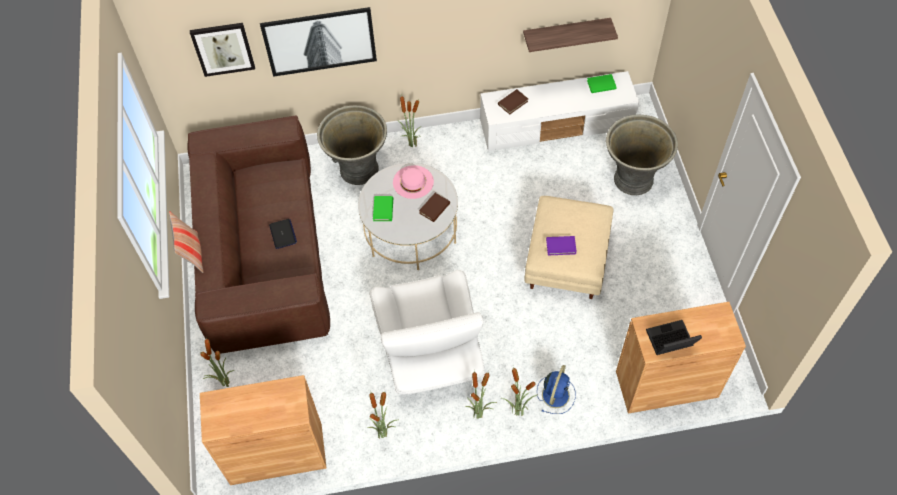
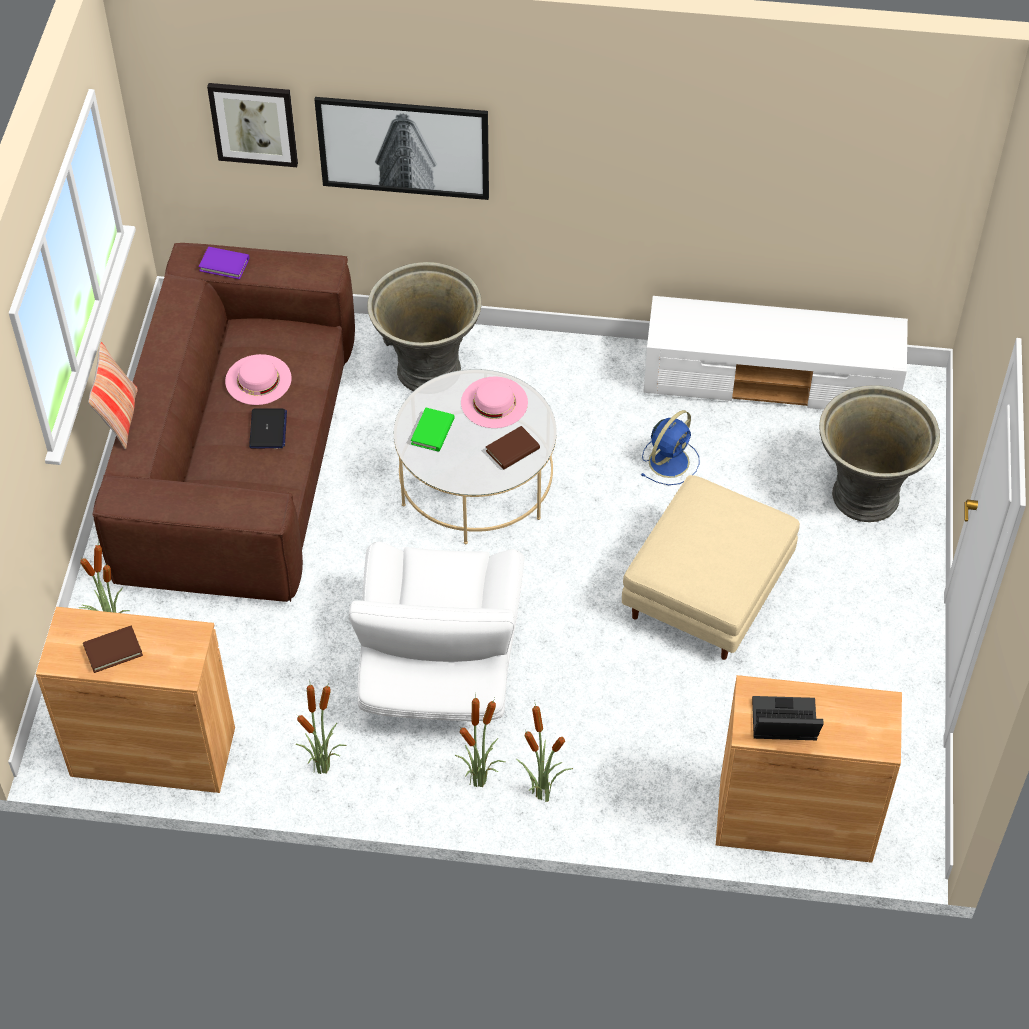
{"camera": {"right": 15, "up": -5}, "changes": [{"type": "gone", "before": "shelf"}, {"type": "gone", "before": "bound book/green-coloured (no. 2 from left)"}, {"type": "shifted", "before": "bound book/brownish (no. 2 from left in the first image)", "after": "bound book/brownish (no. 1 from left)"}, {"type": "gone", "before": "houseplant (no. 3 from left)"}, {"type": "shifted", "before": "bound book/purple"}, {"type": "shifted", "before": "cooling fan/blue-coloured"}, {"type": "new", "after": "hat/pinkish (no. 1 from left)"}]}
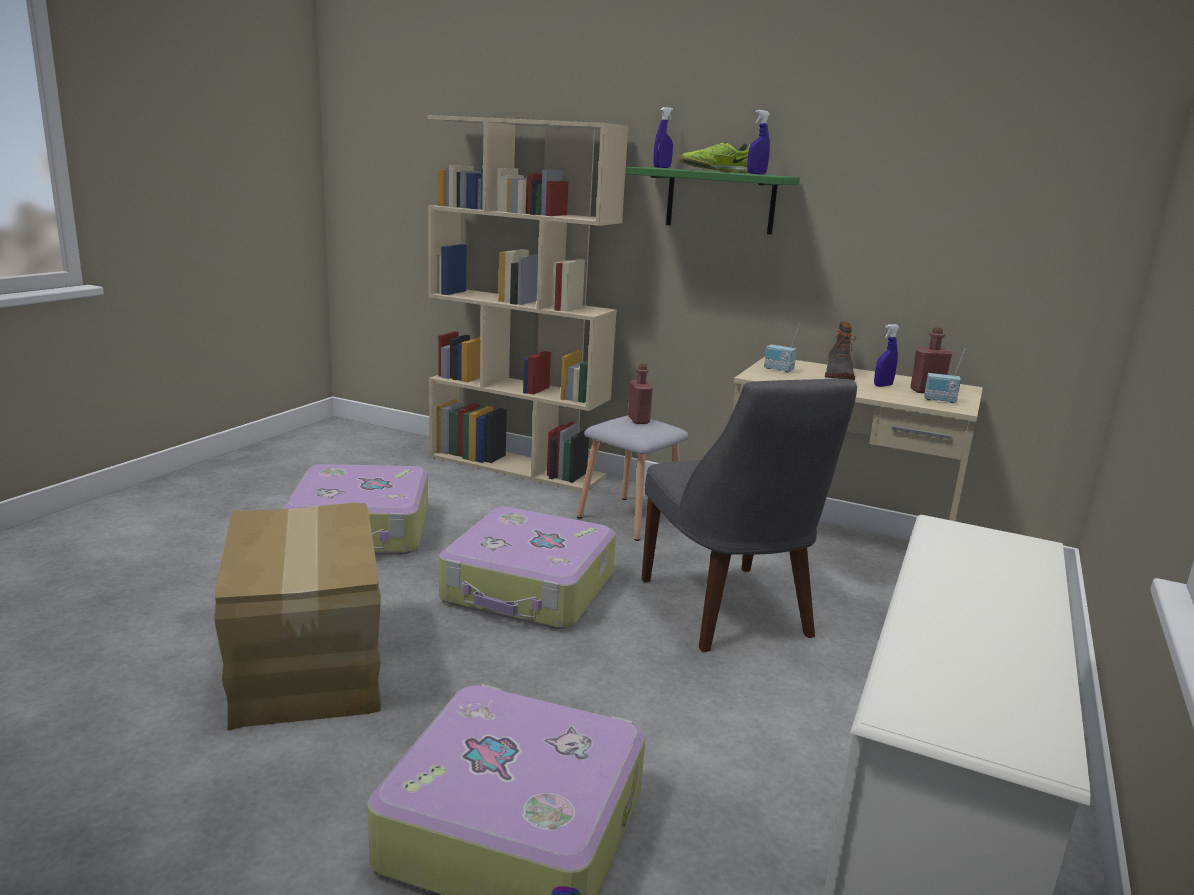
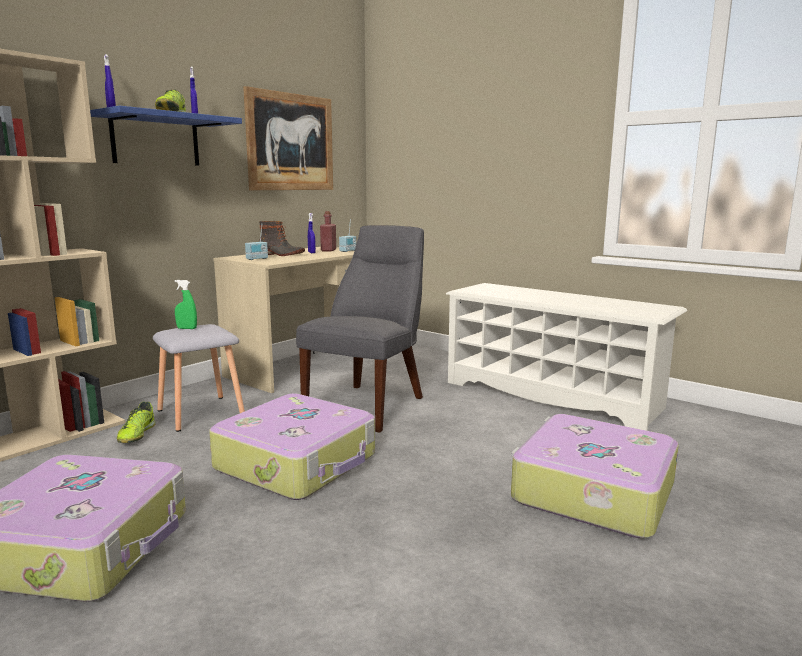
{"camera": {"right": -75, "up": -5}, "changes": [{"type": "repainted", "before": "shelf/green-coloured", "after": "shelf/blue-coloured"}, {"type": "swapped", "before": "drink bottle/red (no. 1 from left)", "after": "sprayer/green-coloured"}, {"type": "rotated", "before": "chair/grey", "turn": -60}, {"type": "gone", "before": "carton"}, {"type": "new", "after": "picture"}, {"type": "new", "after": "low shoe (no. 1 from left)"}]}
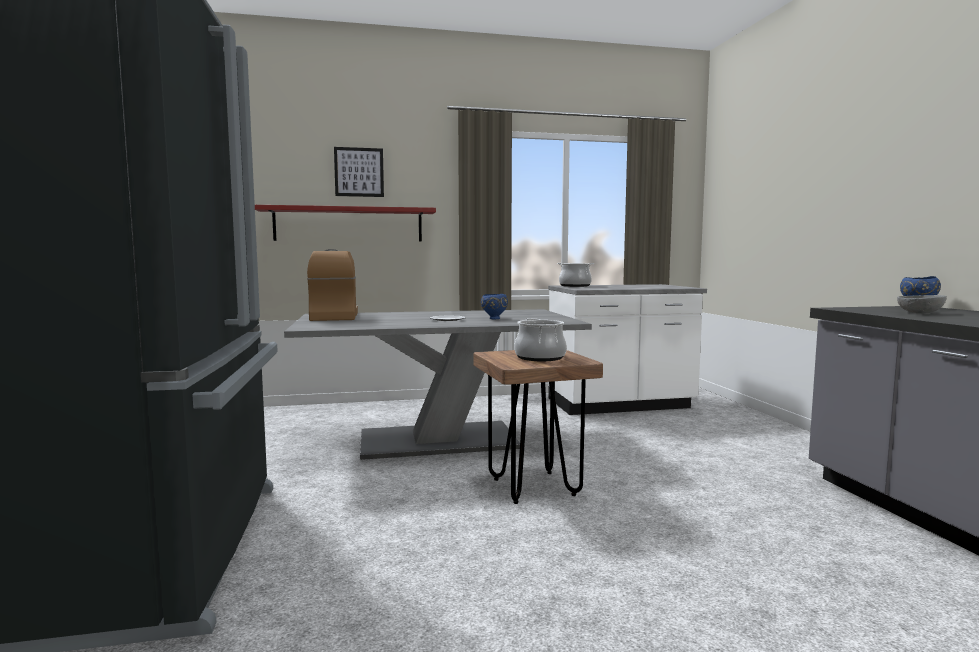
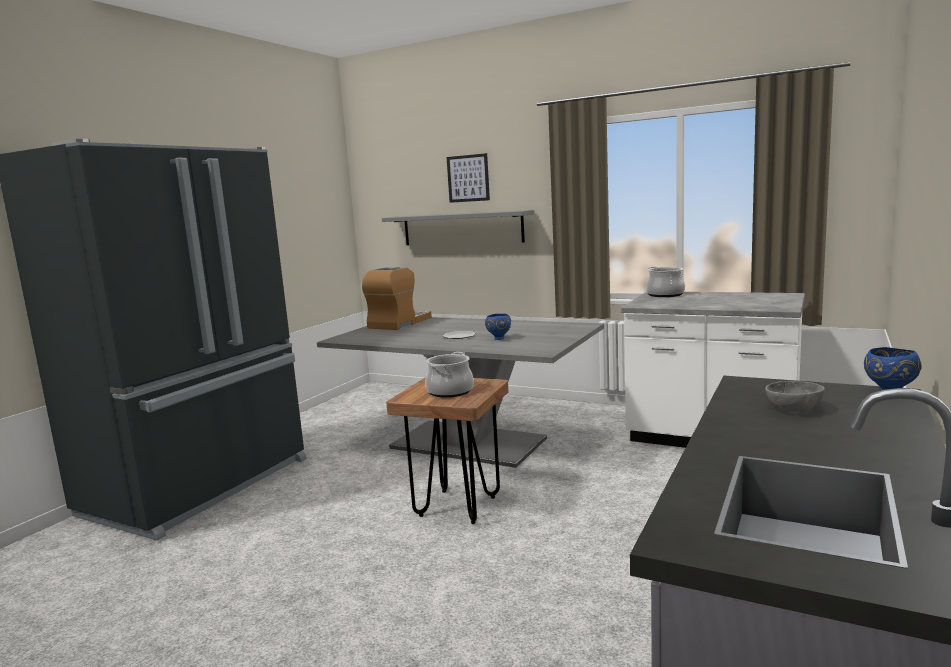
{"camera": {"right": 40, "up": 5}, "changes": [{"type": "repainted", "before": "shelf/red", "after": "shelf/grey"}]}
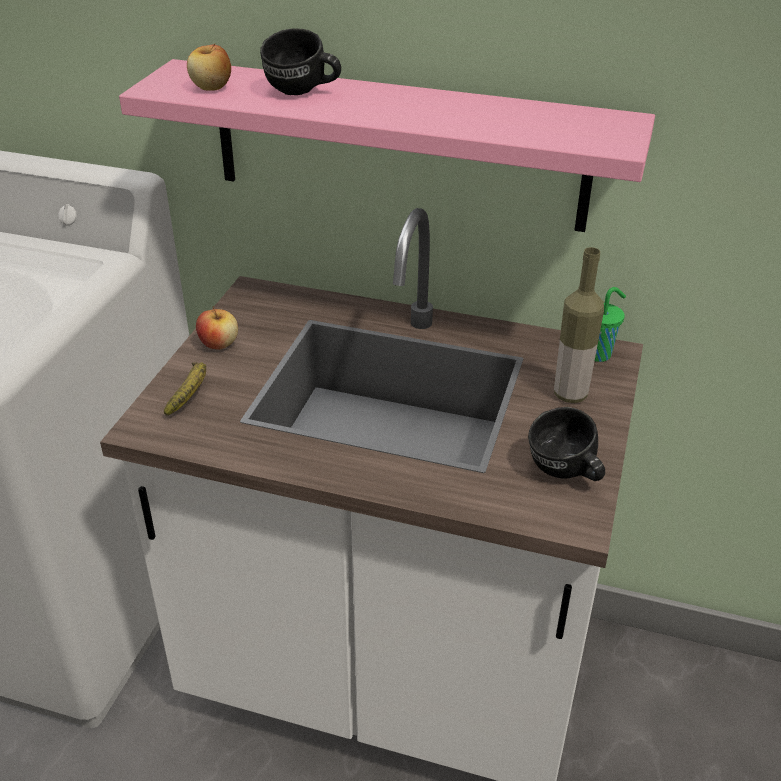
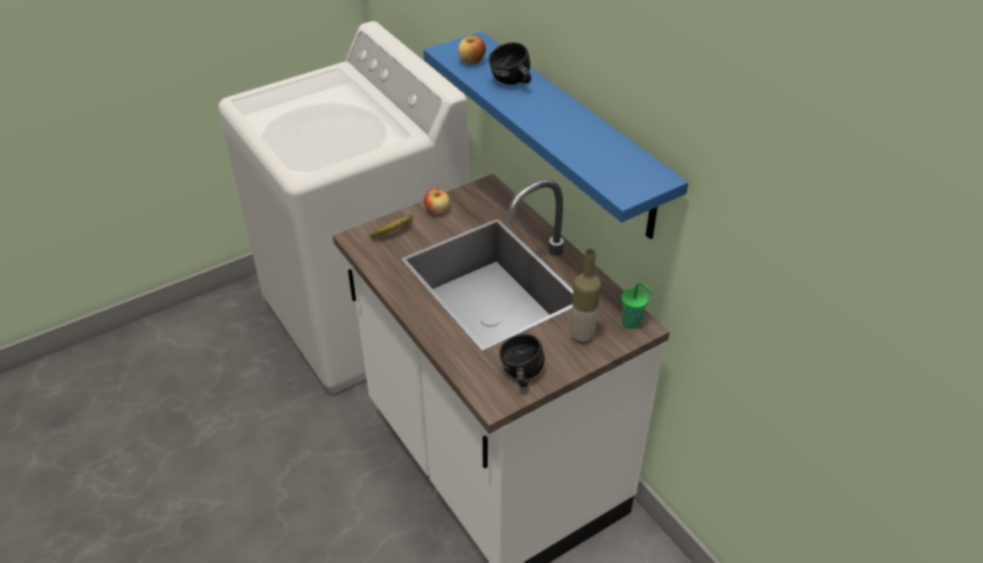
{"camera": {"right": 40, "up": 5}, "changes": [{"type": "repainted", "before": "shelf/pinkish", "after": "shelf/blue-coloured"}]}
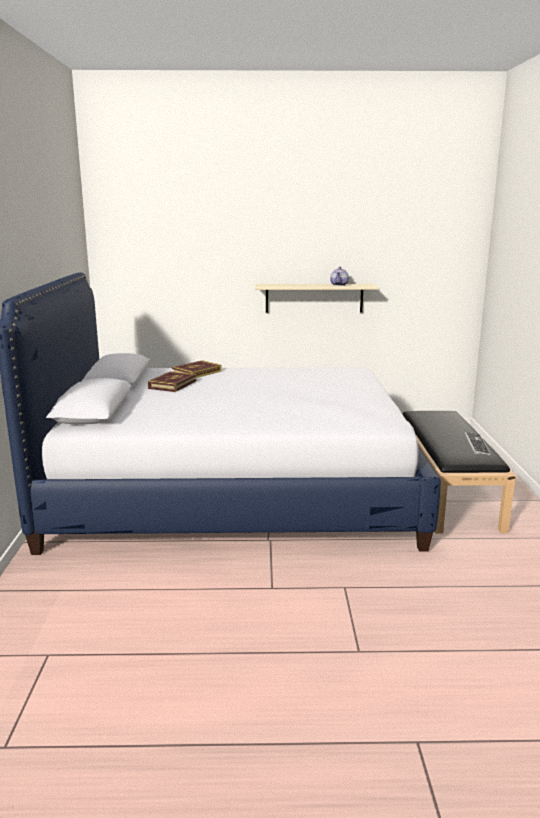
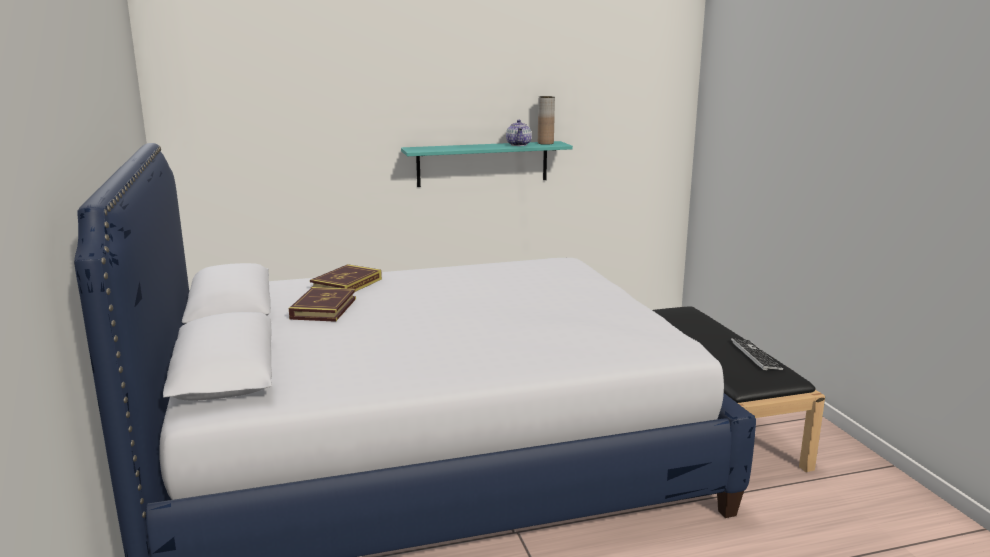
{"camera": {"right": -15, "up": 0}, "changes": [{"type": "repainted", "before": "shelf/beige-coloured", "after": "shelf/turquoise"}, {"type": "new", "after": "flower vase/brownish"}]}
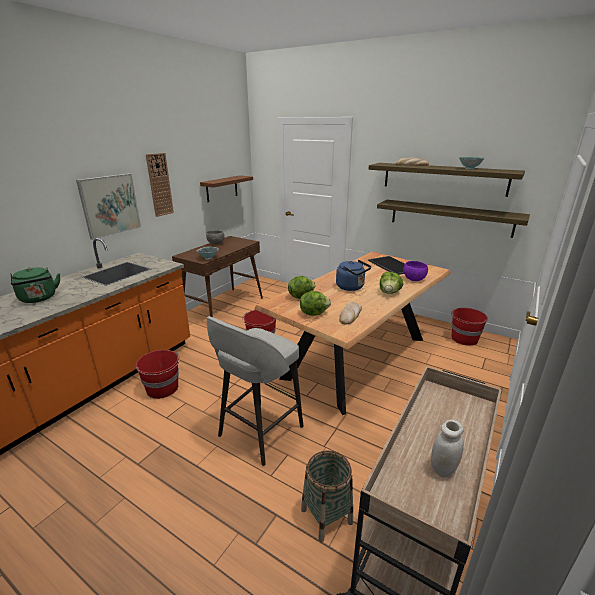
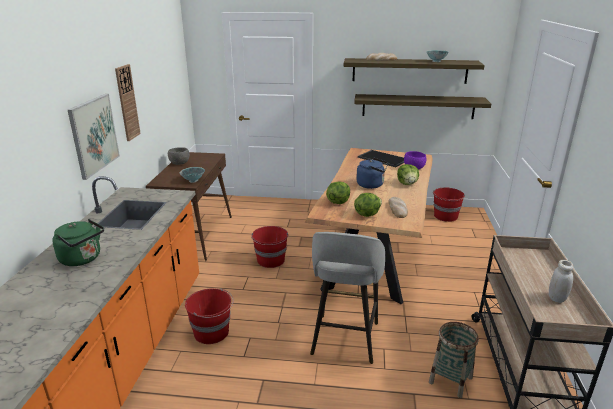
{"camera": {"right": -25, "up": 0}, "changes": [{"type": "gone", "before": "shelf (no. 1 from left)"}]}
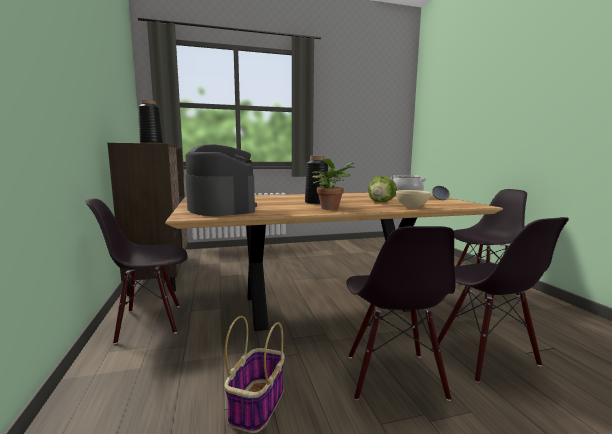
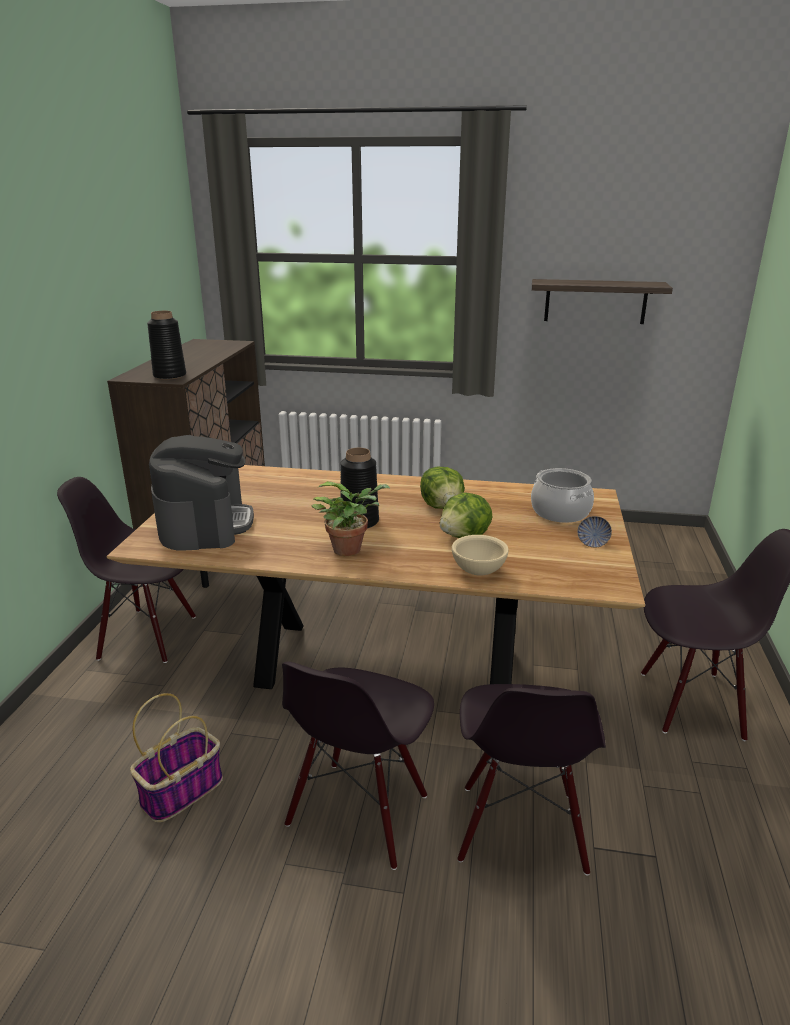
{"camera": {"right": 25, "up": 15}, "changes": [{"type": "new", "after": "shelf"}, {"type": "new", "after": "lettuce head (no. 1 from left)"}]}
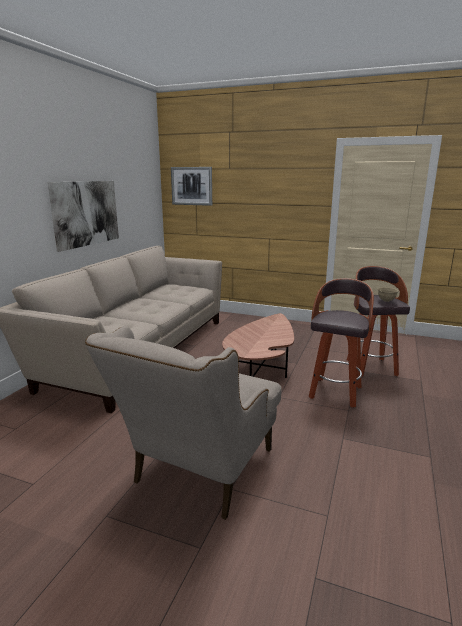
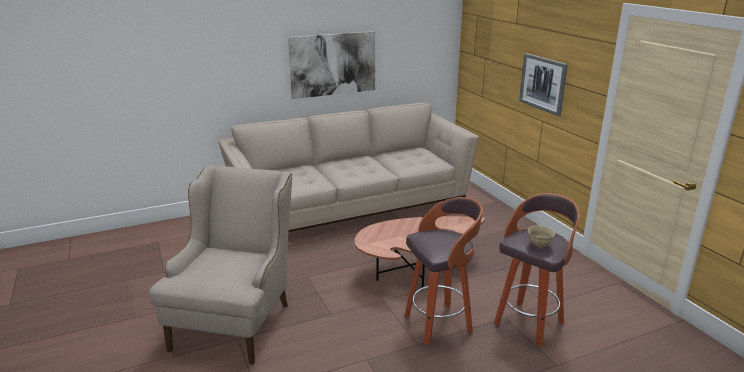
{"camera": {"right": 45, "up": 5}, "changes": [{"type": "shifted", "before": "picture (no. 2 from left)"}, {"type": "rotated", "before": "easy chair/beige-coloured", "turn": 120}]}
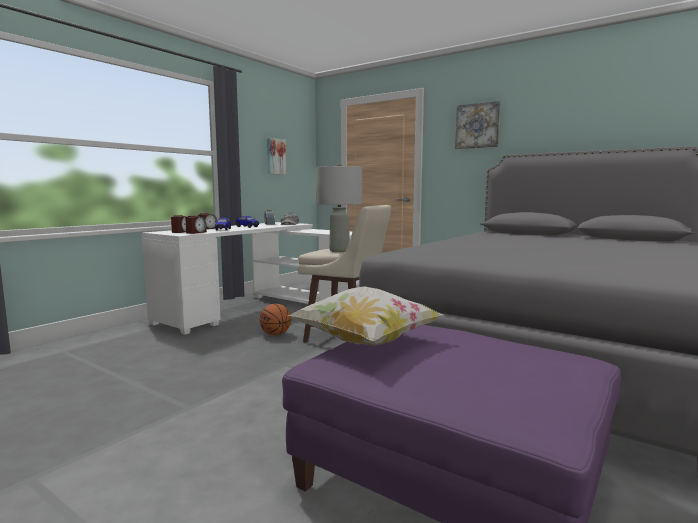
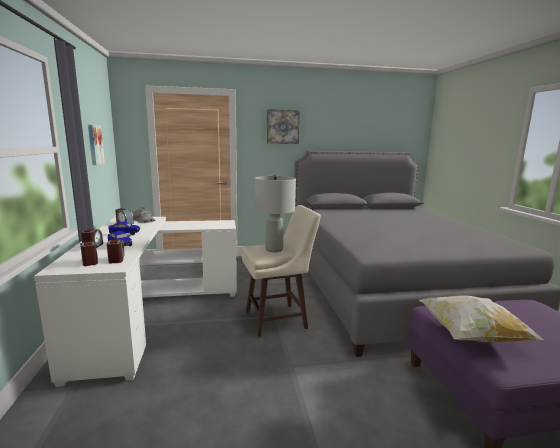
{"camera": {"right": -45, "up": 5}, "changes": [{"type": "gone", "before": "basketball"}]}
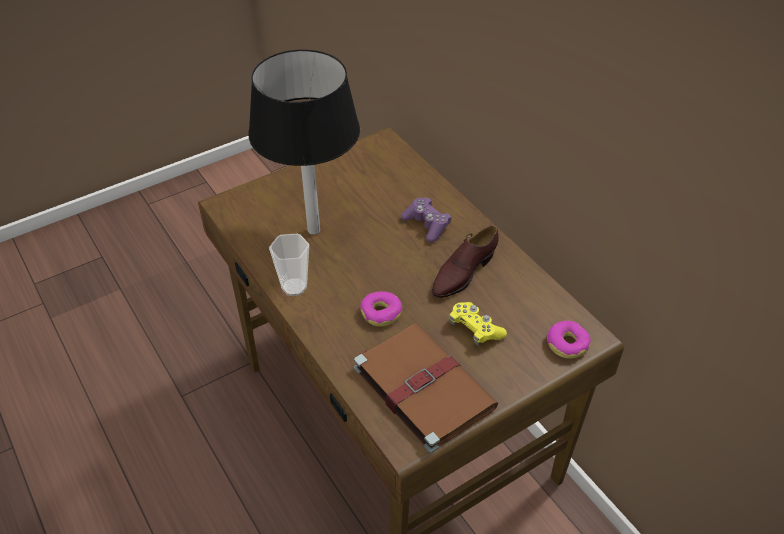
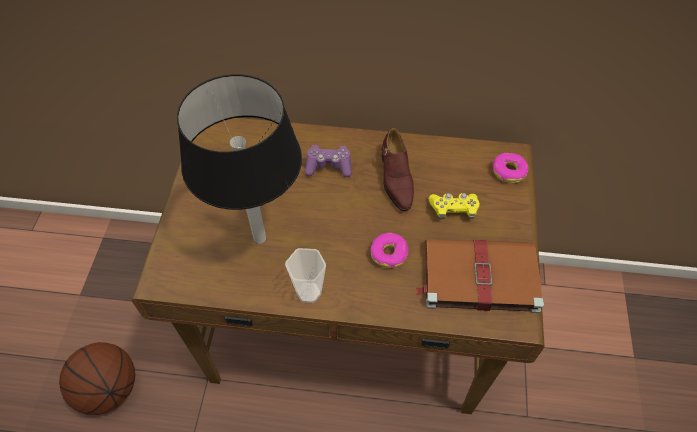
{"camera": {"right": -50, "up": 10}, "changes": [{"type": "new", "after": "basketball"}]}
